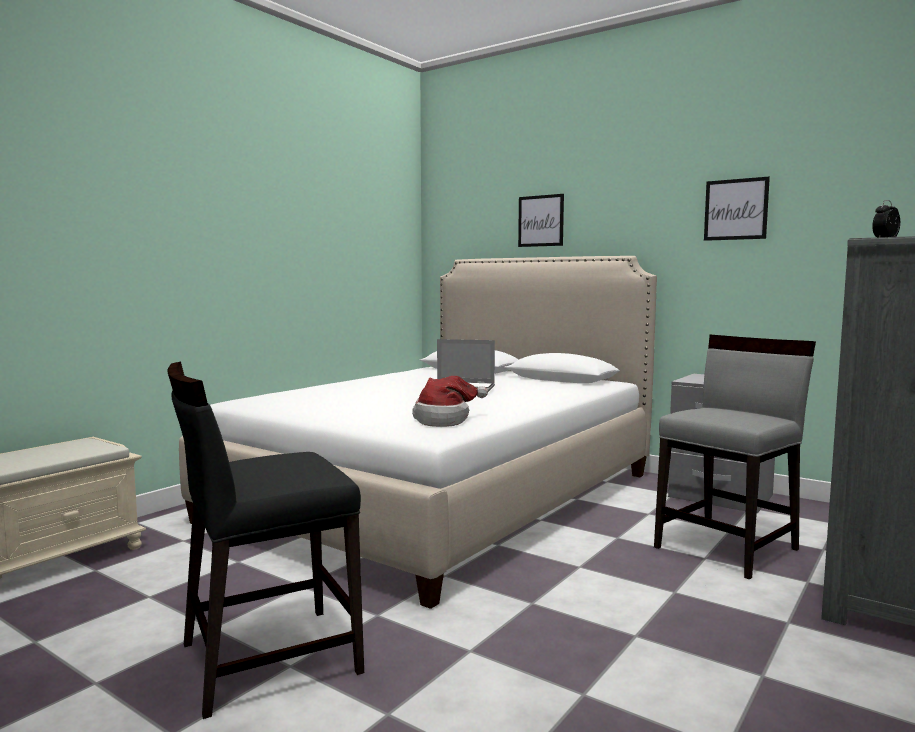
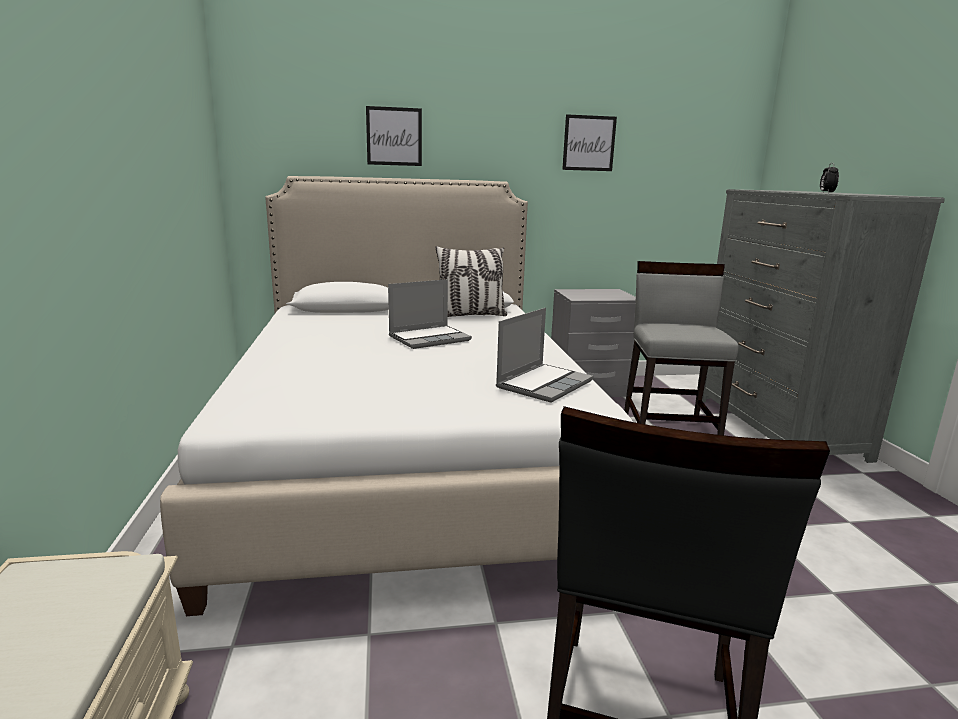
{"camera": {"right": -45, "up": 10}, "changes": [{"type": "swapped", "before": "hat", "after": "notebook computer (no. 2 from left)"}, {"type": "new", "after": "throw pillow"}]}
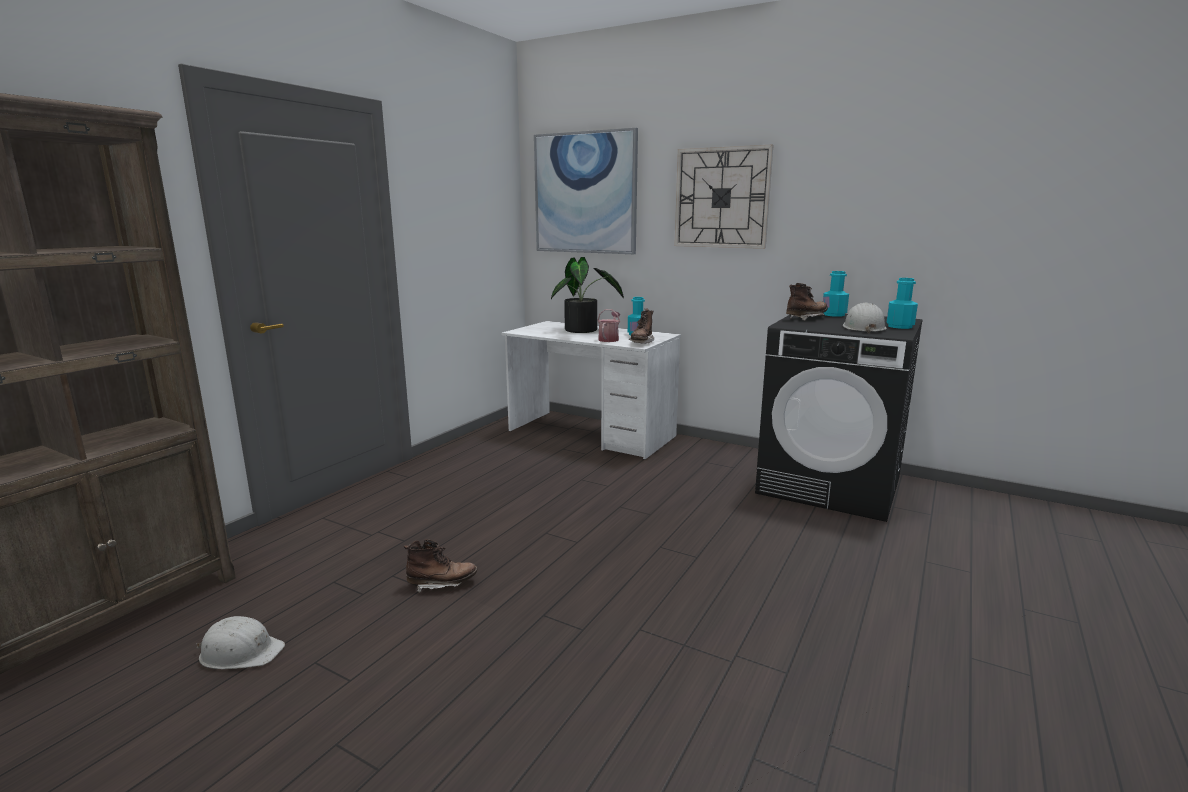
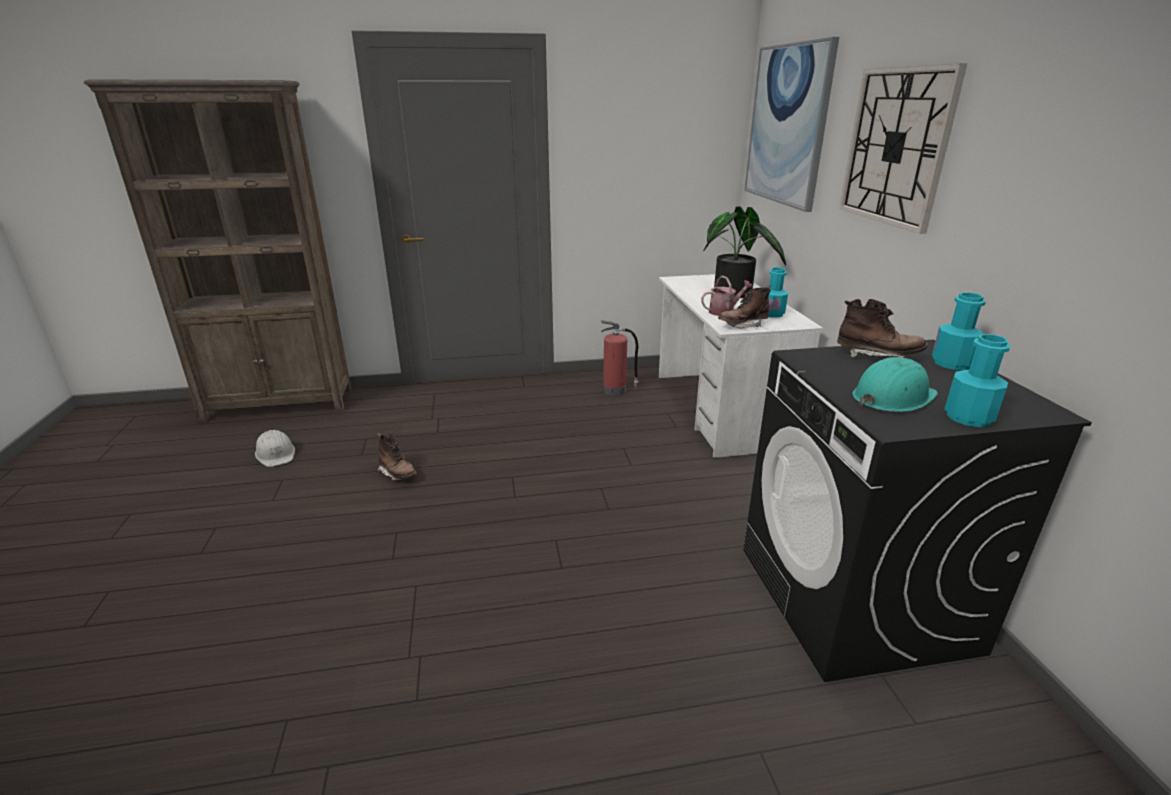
{"camera": {"right": 50, "up": 10}, "changes": [{"type": "repainted", "before": "work helmet/whitish (no. 2 from left)", "after": "work helmet/turquoise"}, {"type": "new", "after": "fire extinguisher"}]}
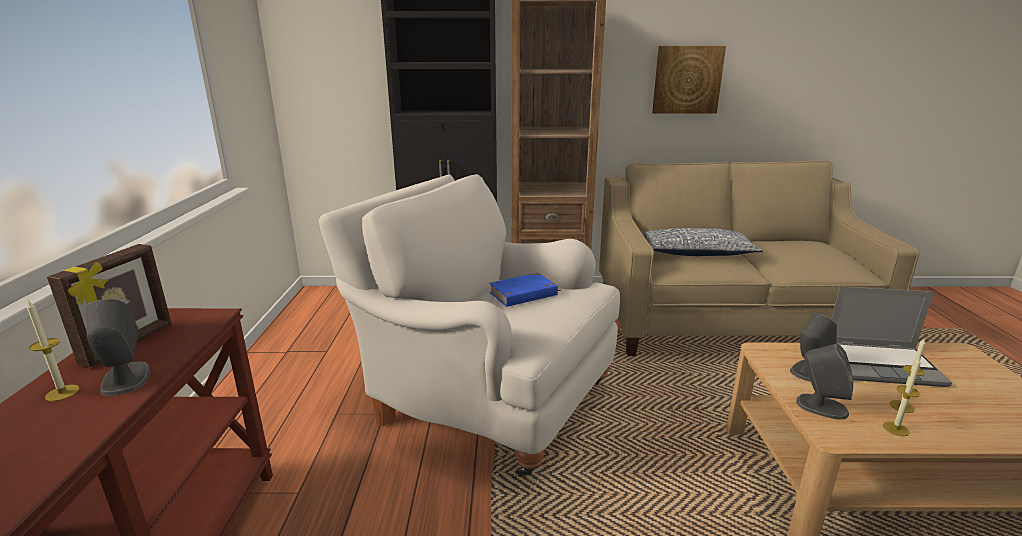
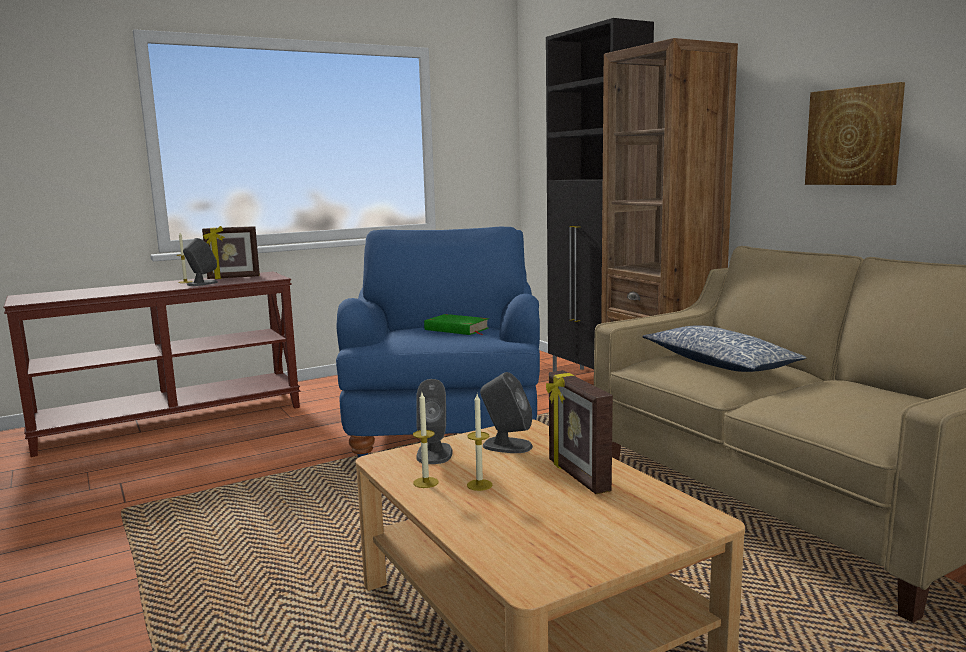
{"camera": {"right": 60, "up": -10}, "changes": [{"type": "repainted", "before": "easy chair/whitish", "after": "easy chair/blue-coloured"}, {"type": "repainted", "before": "bound book/blue-coloured", "after": "bound book/green-coloured"}, {"type": "swapped", "before": "notebook computer", "after": "picture frame (no. 2 from left)"}]}
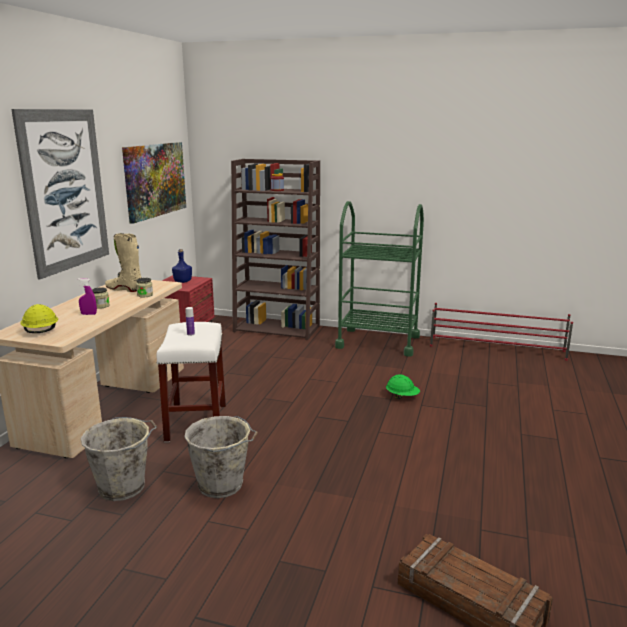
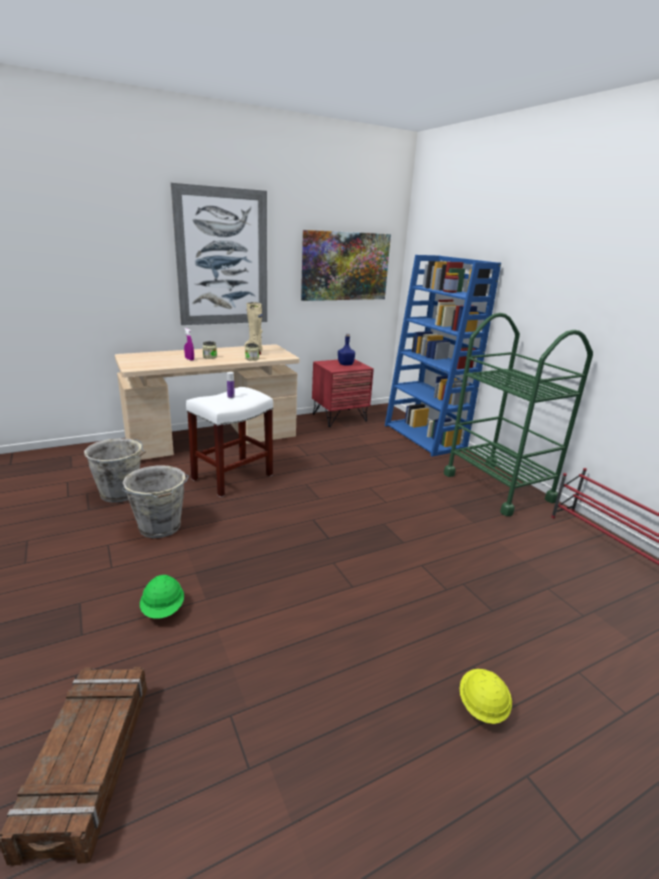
{"camera": {"right": 45, "up": 5}, "changes": [{"type": "repainted", "before": "bookcase/brownish", "after": "bookcase/blue-coloured"}, {"type": "shifted", "before": "work helmet/yellow"}, {"type": "shifted", "before": "work helmet/green-coloured"}]}
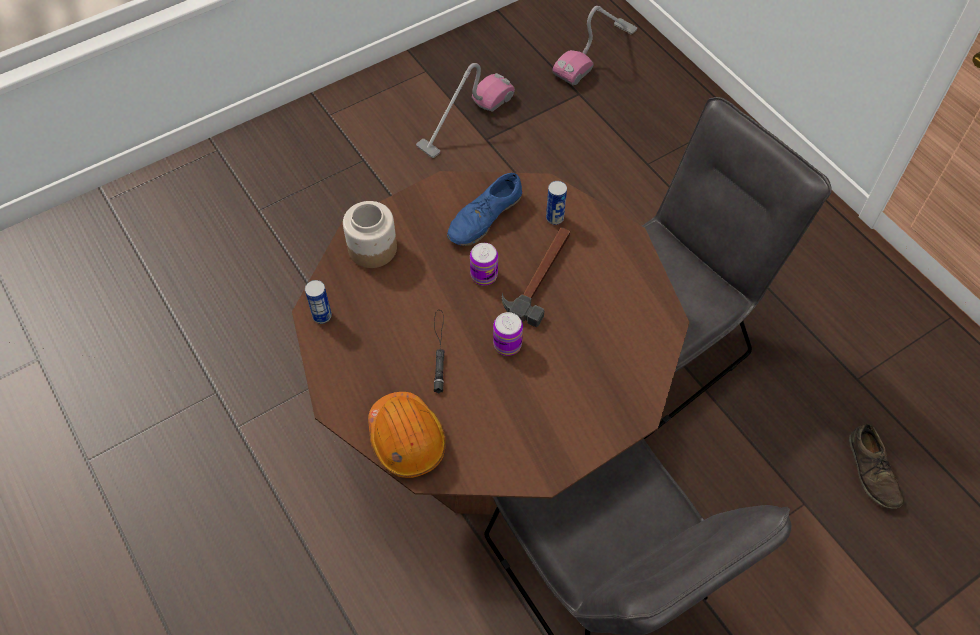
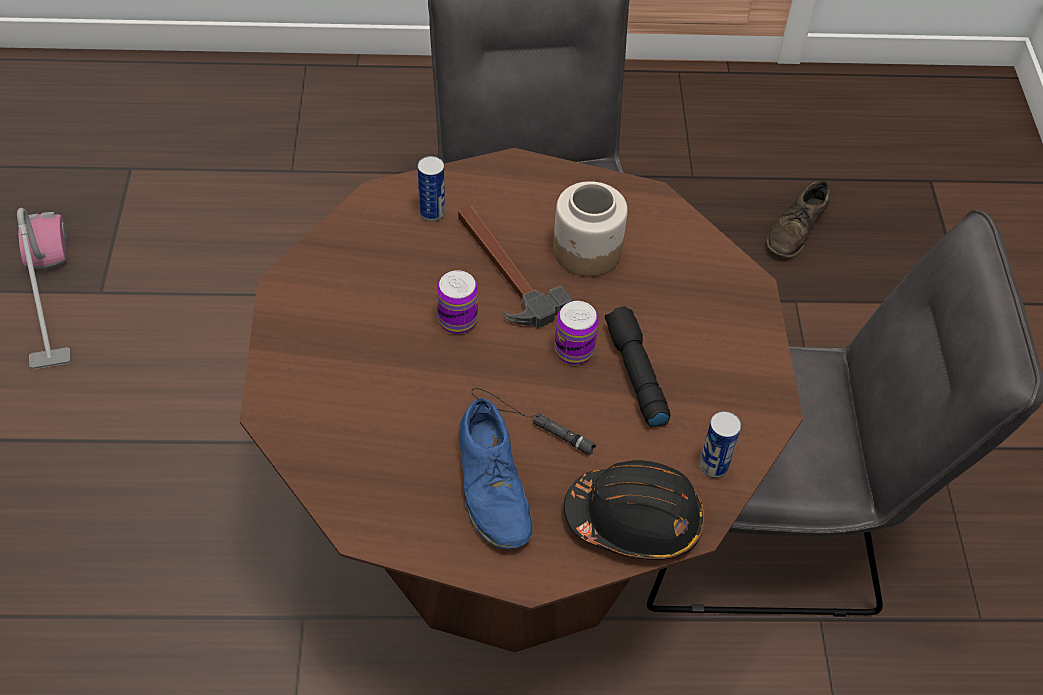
{"camera": {"right": -60, "up": -5}, "changes": [{"type": "gone", "before": "hoover (no. 2 from left)"}, {"type": "shifted", "before": "low shoe/blue-coloured"}, {"type": "shifted", "before": "storage jar"}, {"type": "shifted", "before": "metal can (no. 1 from left in the first image)", "after": "metal can (no. 4 from left)"}, {"type": "repainted", "before": "work helmet/orange", "after": "work helmet/blackish"}, {"type": "rotated", "before": "low shoe/brownish", "turn": 105}, {"type": "new", "after": "flashlight/blackish (no. 2 from left)"}]}
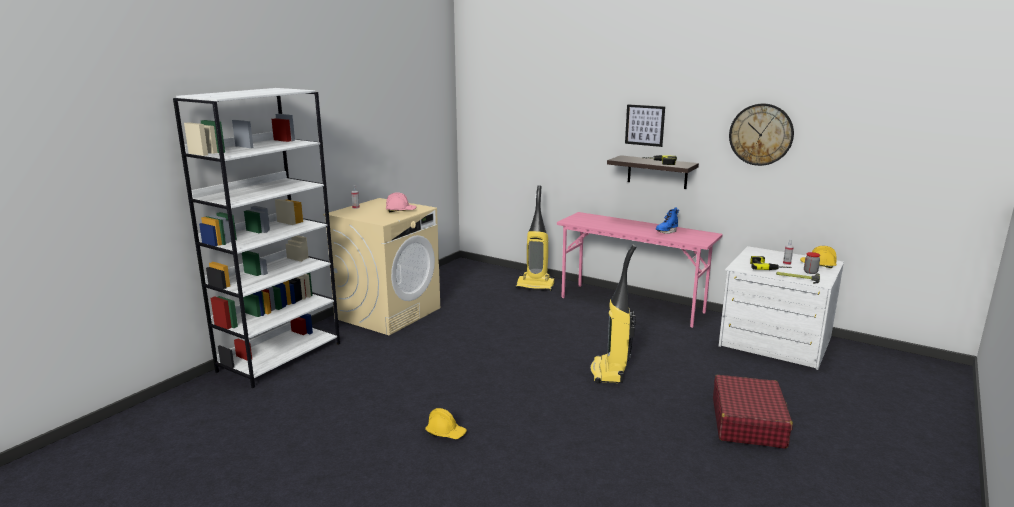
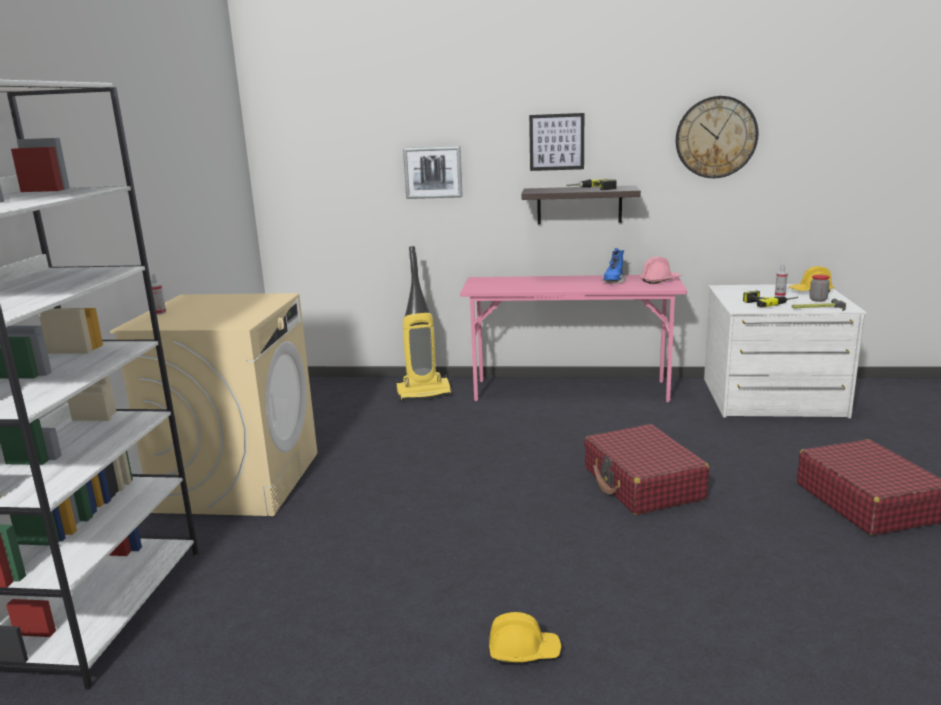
{"camera": {"right": -25, "up": 0}, "changes": [{"type": "shifted", "before": "work helmet/pinkish"}, {"type": "swapped", "before": "hoover (no. 2 from left)", "after": "travel case/red (no. 1 from left)"}, {"type": "new", "after": "picture (no. 1 from left)"}]}
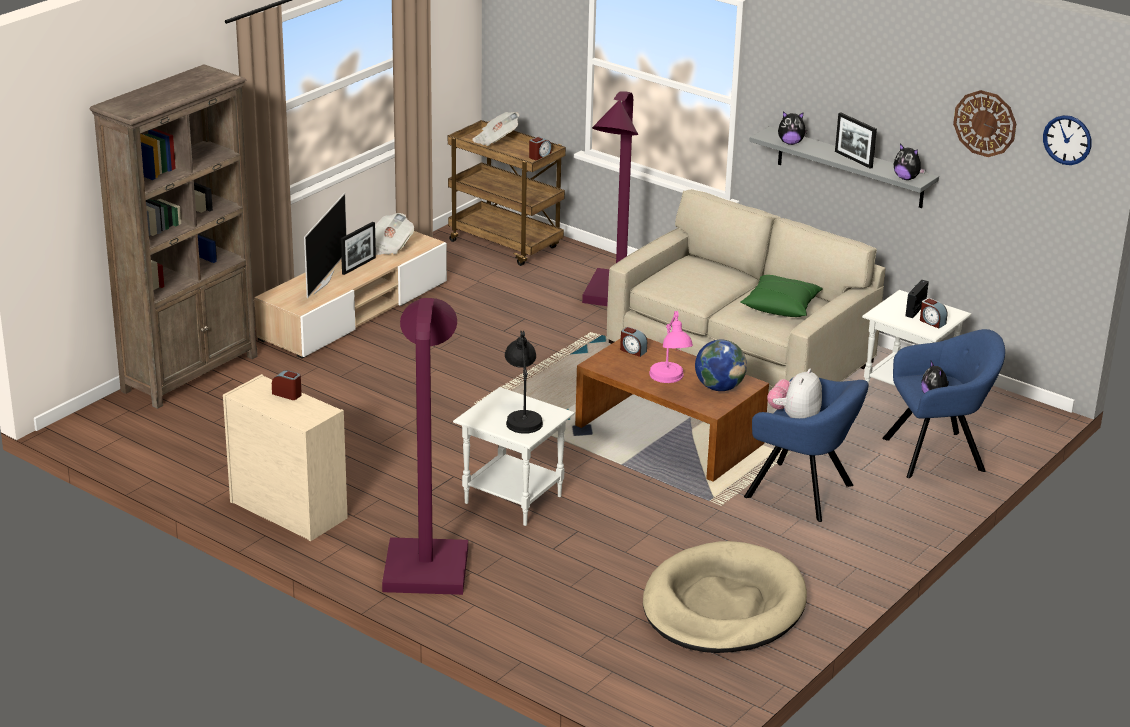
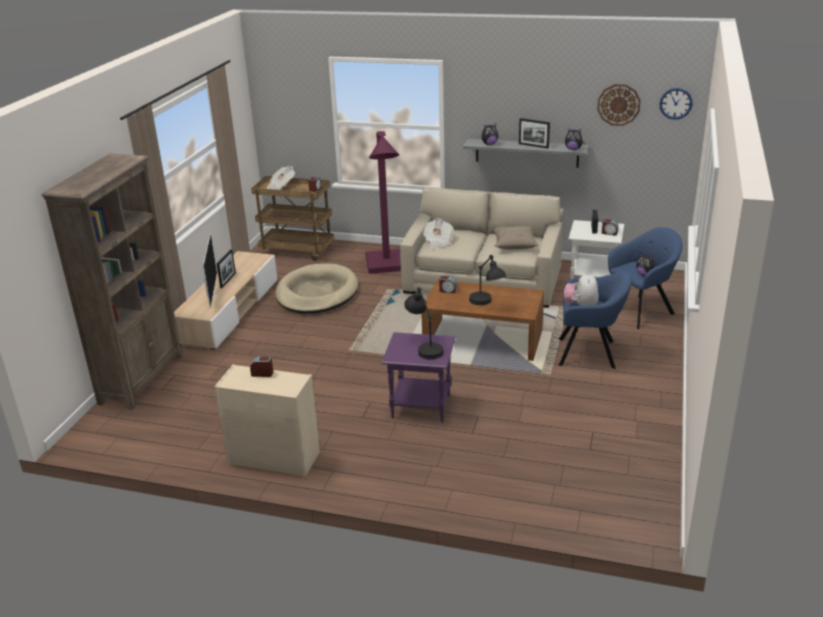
{"camera": {"right": -20, "up": 0}, "changes": [{"type": "shifted", "before": "daily paper (no. 1 from left in the first image)", "after": "daily paper (no. 2 from left)"}, {"type": "repainted", "before": "throw pillow/green-coloured", "after": "throw pillow/beige-coloured"}, {"type": "gone", "before": "standing lamp/purple (no. 1 from left)"}, {"type": "repainted", "before": "table lamp/pinkish", "after": "table lamp/blackish (no. 2 from left)"}, {"type": "gone", "before": "desk globe"}, {"type": "repainted", "before": "side table/whitish (no. 1 from left)", "after": "side table/purple"}, {"type": "shifted", "before": "dog bed/beige-coloured"}]}
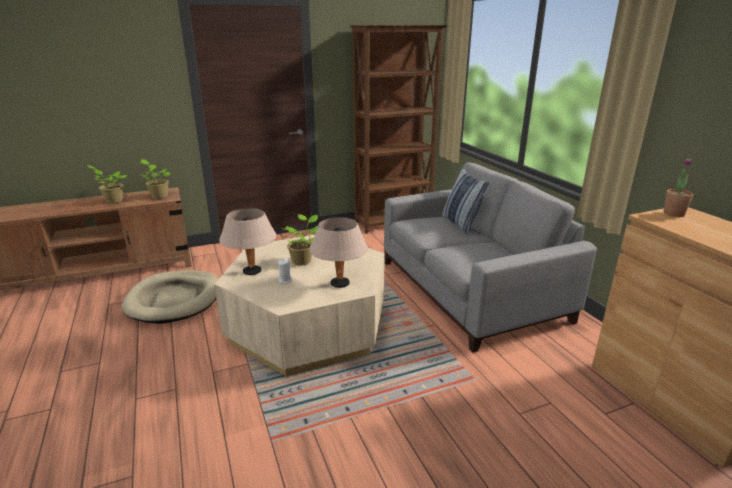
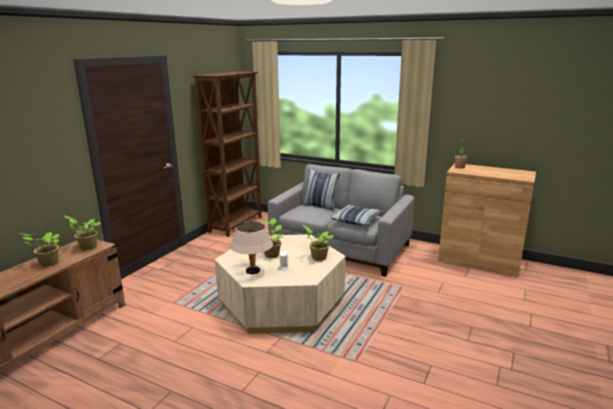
{"camera": {"right": -40, "up": -5}, "changes": [{"type": "swapped", "before": "table lamp/beige-coloured (no. 2 from left)", "after": "houseplant (no. 4 from left)"}, {"type": "gone", "before": "dog bed/beige-coloured"}, {"type": "new", "after": "throw pillow (no. 2 from left)"}]}
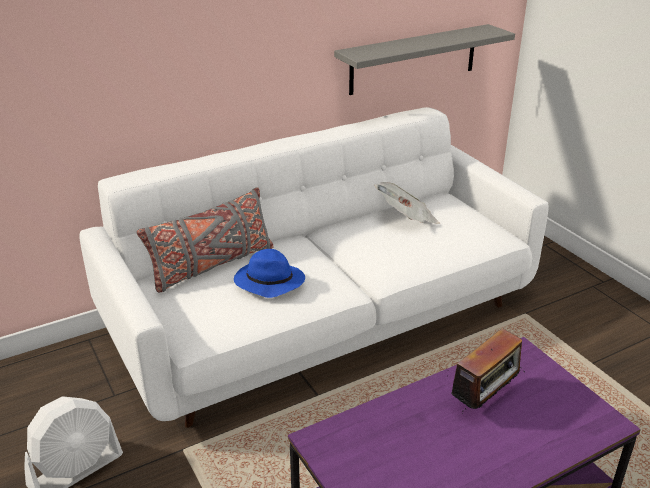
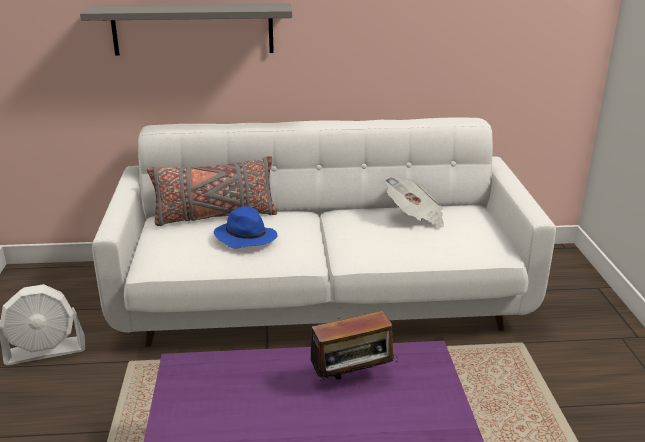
{"camera": {"right": 25, "up": -5}, "changes": [{"type": "shifted", "before": "shelf/grey"}]}
